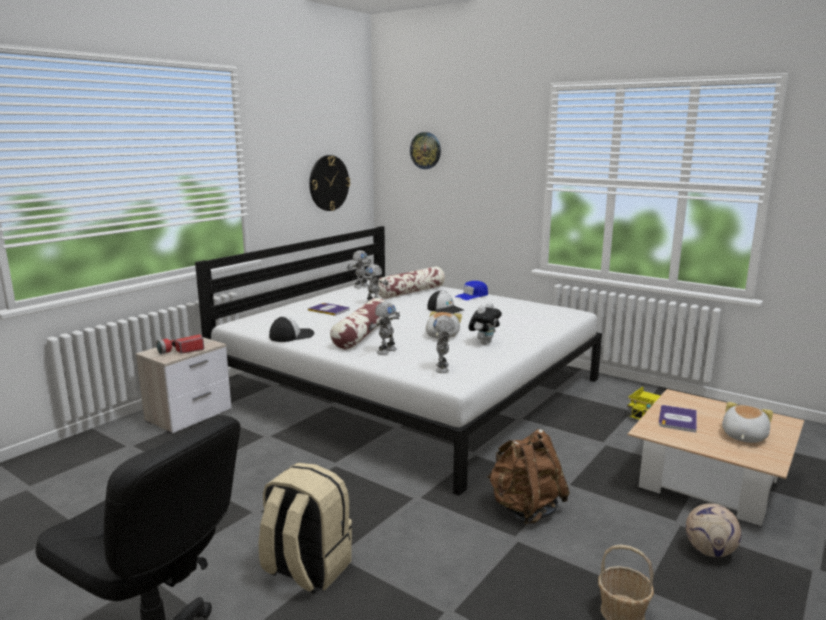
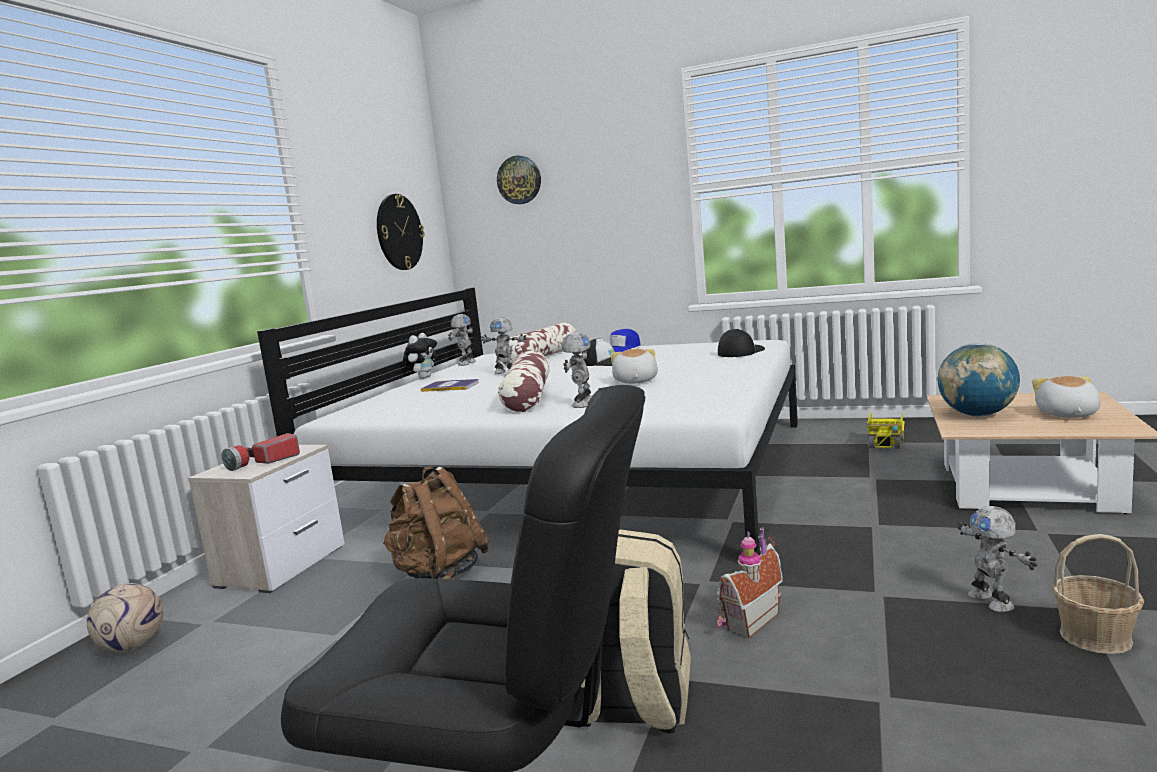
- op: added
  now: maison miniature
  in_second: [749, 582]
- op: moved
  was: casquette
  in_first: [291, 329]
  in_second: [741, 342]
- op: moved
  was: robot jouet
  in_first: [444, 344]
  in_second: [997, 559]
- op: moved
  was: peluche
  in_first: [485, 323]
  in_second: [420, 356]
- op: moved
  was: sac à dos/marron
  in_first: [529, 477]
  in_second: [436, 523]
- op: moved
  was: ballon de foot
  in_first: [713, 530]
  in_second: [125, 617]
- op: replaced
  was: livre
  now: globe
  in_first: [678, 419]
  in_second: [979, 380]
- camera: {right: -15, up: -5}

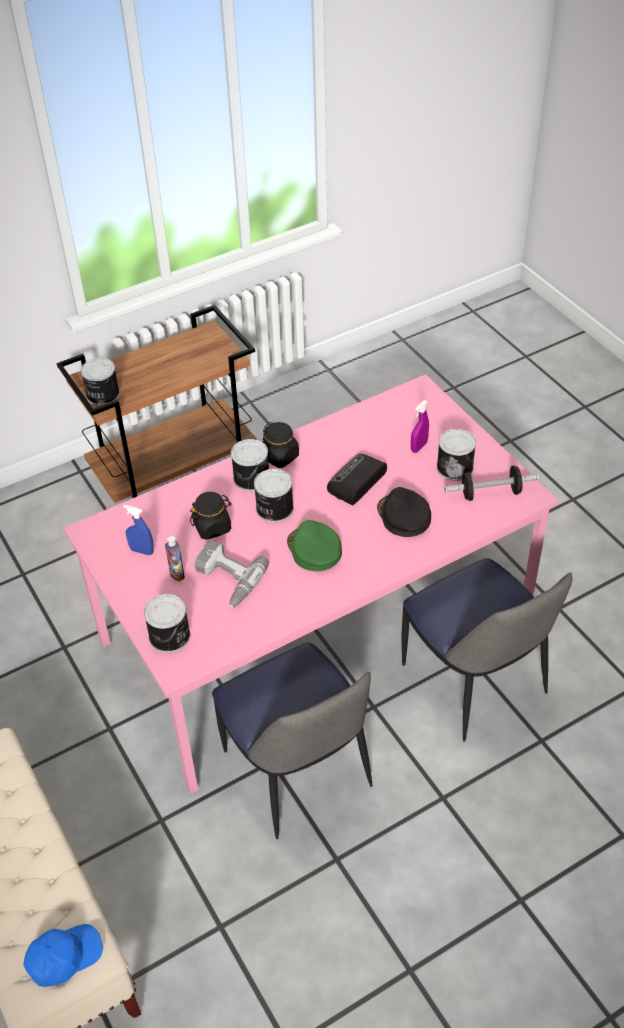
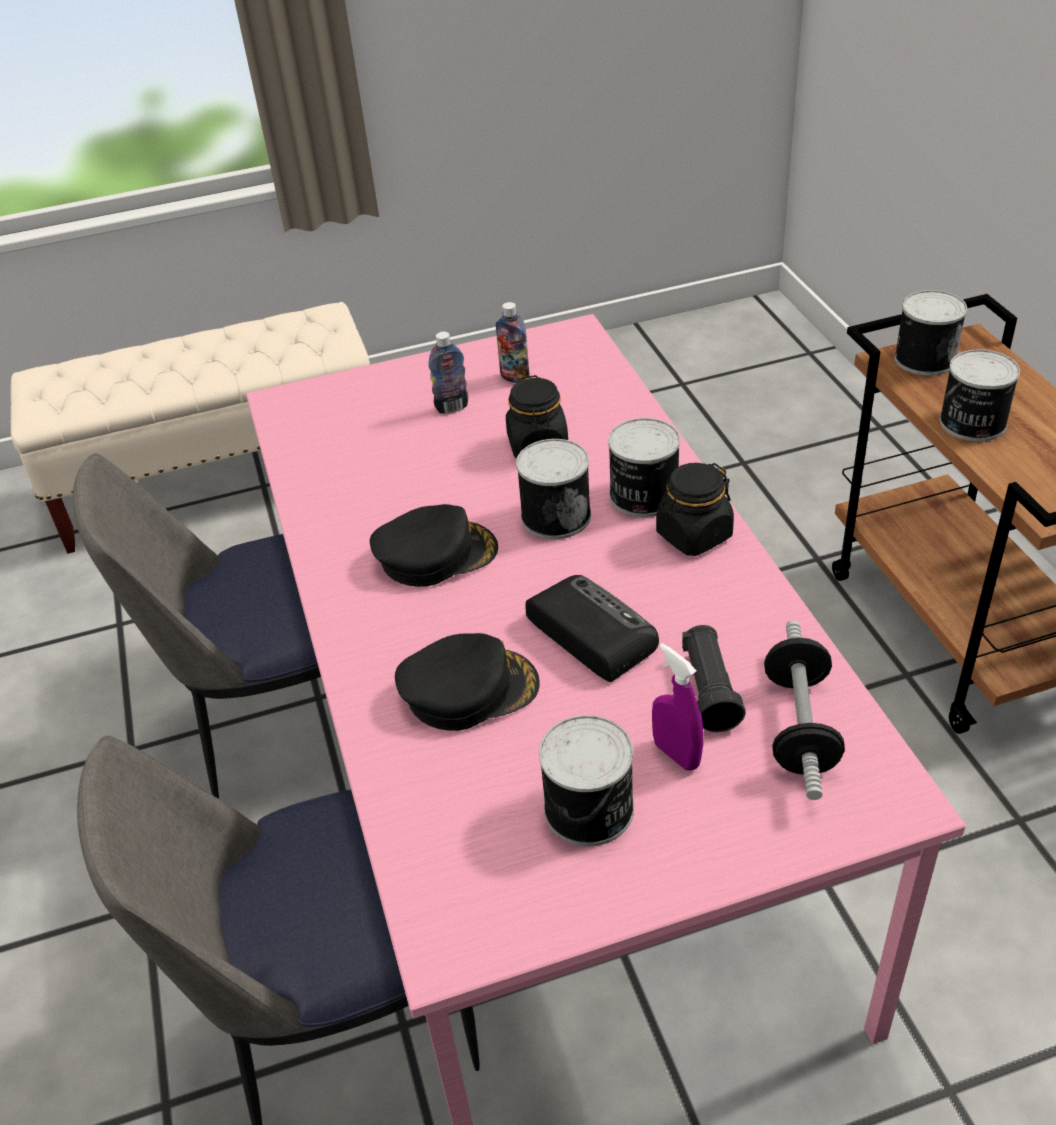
- op: removed
  was: casquette/bleu
  in_first: [63, 955]
- op: removed
  was: perceuse
  in_first: [232, 574]
- op: added
  now: lampe de poche/noir
  in_second: [714, 678]
- op: moved
  was: boîte métallique
  in_first: [167, 623]
  in_second: [979, 396]
- op: moved
  was: haltère
  in_first: [492, 483]
  in_second: [804, 710]
- op: replaced
  was: vaporisateur/bleu
  now: bouteille
  in_first: [138, 530]
  in_second: [513, 342]
- op: recoloured
  was: casquette/vert
  now: casquette/noir
  in_first: [314, 545]
  in_second: [434, 545]
- camera: {right: 105, up: -5}

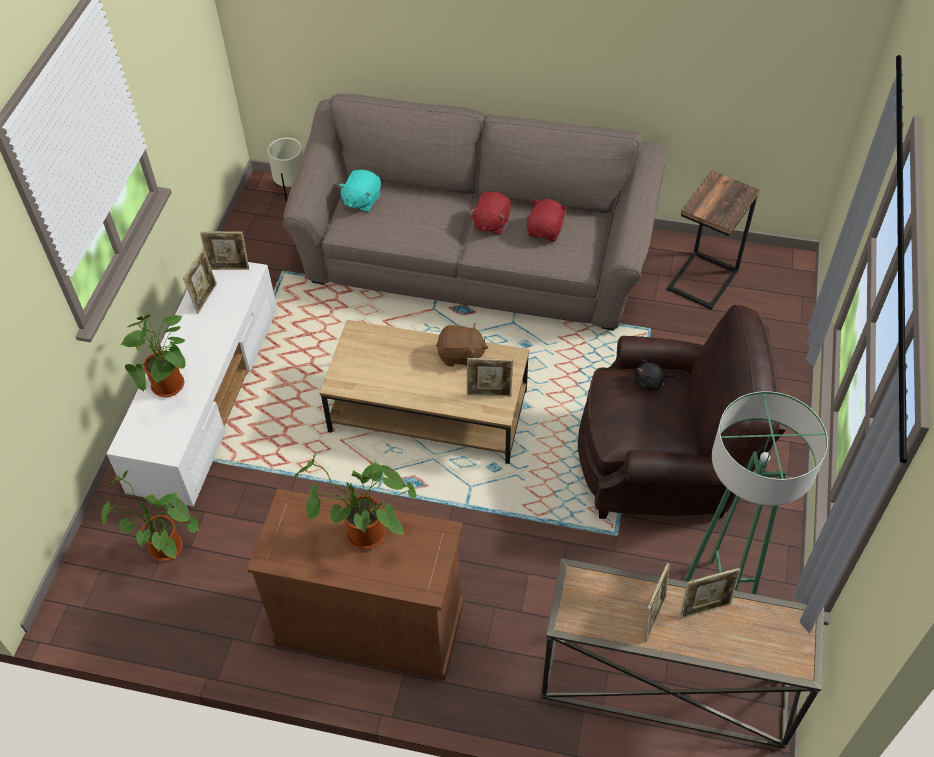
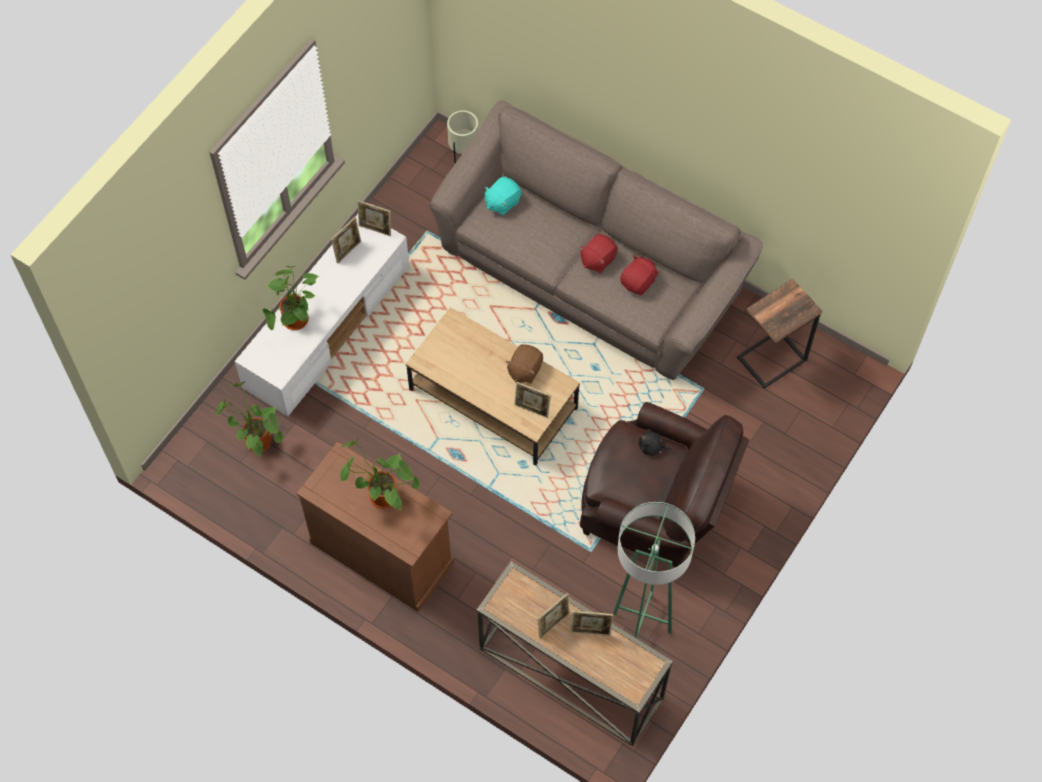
- op: turned
  was: peluche/marron
  in_first: [462, 344]
  in_second: [524, 363]
  clockwise: 90
- camera: {right: 20, up: 10}

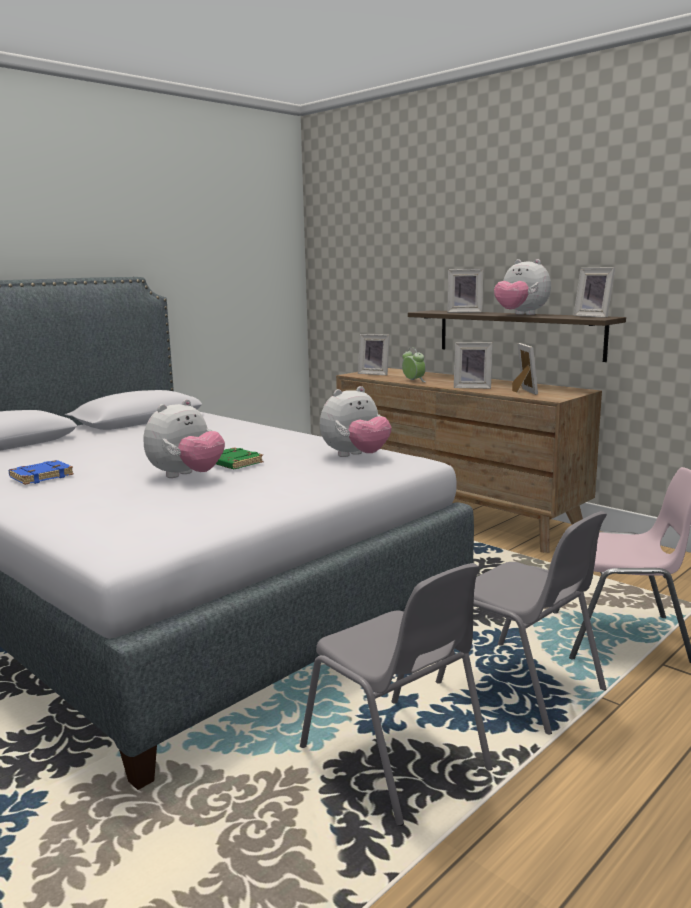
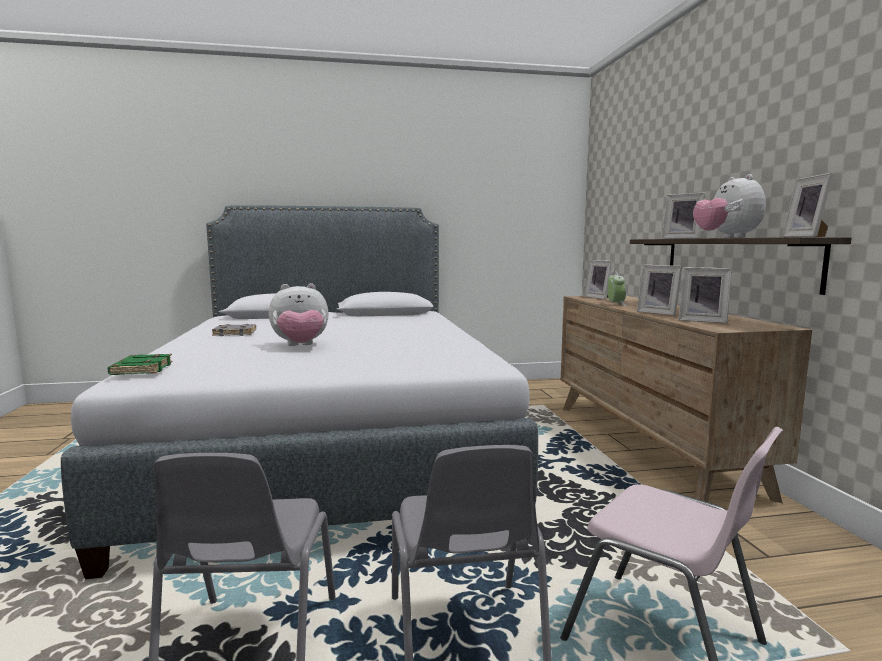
- op: removed
  was: peluche
  in_first: [356, 421]
- op: moved
  was: livre/vert
  in_first: [240, 458]
  in_second: [140, 364]
- op: recoloured
  was: livre/bleu
  now: livre/gris
  in_first: [41, 472]
  in_second: [234, 330]
- op: turned
  was: cadre photo
  in_first: [525, 369]
  in_second: [705, 295]
  clockwise: 90
- camera: {right: 35, up: -5}

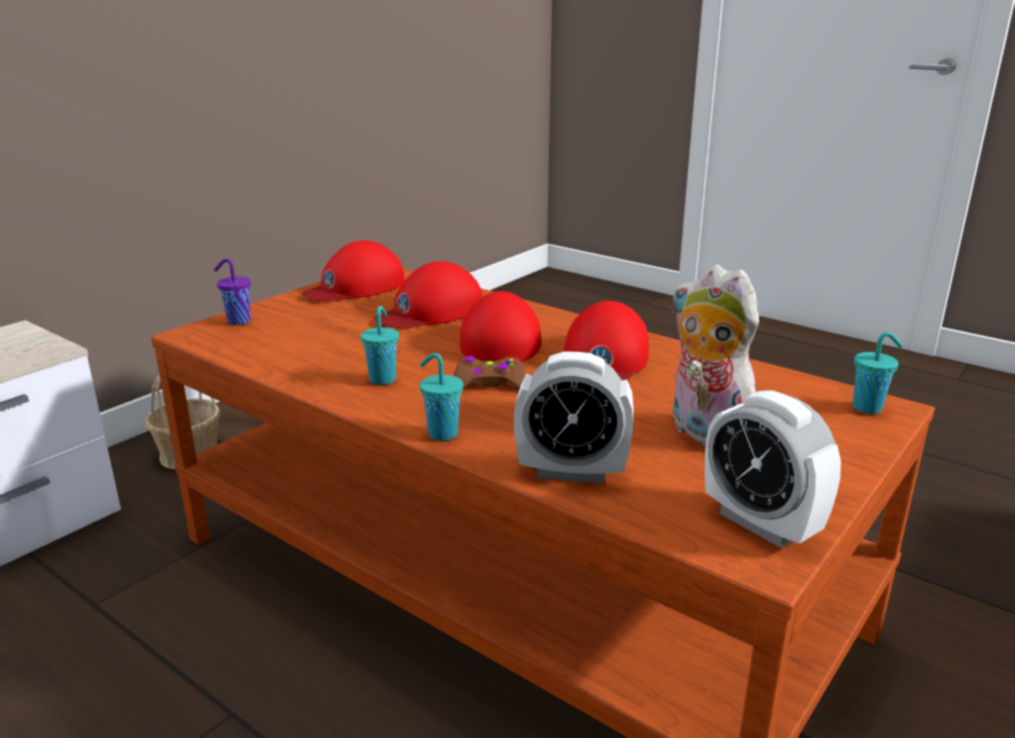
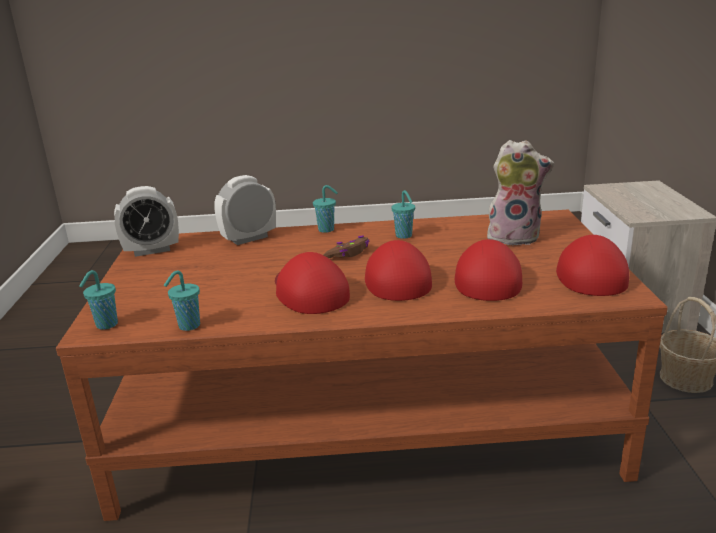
- op: removed
  was: tasse/violet
  in_first: [232, 291]
- op: added
  now: tasse/turquoise
  in_second: [182, 300]
- op: moved
  was: peluche
  in_first: [715, 355]
  in_second: [520, 193]
- op: turned
  was: casquette/rouge
  in_first: [501, 326]
  in_second: [398, 270]
  clockwise: -150
- op: turned
  was: réveil
  in_first: [773, 469]
  in_second: [146, 221]
  clockwise: 150
- camera: {right: 140, up: 0}

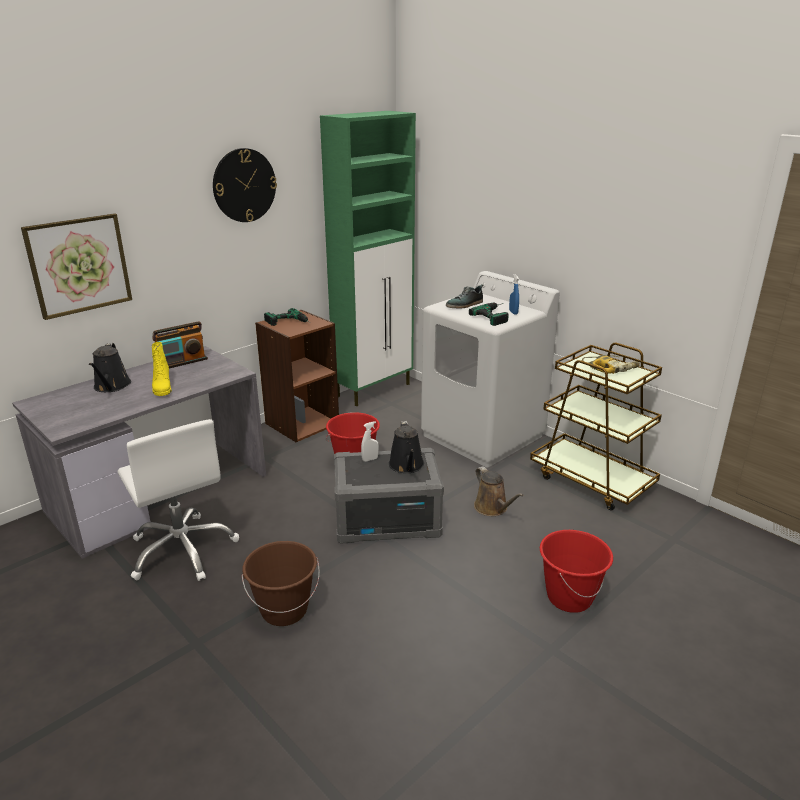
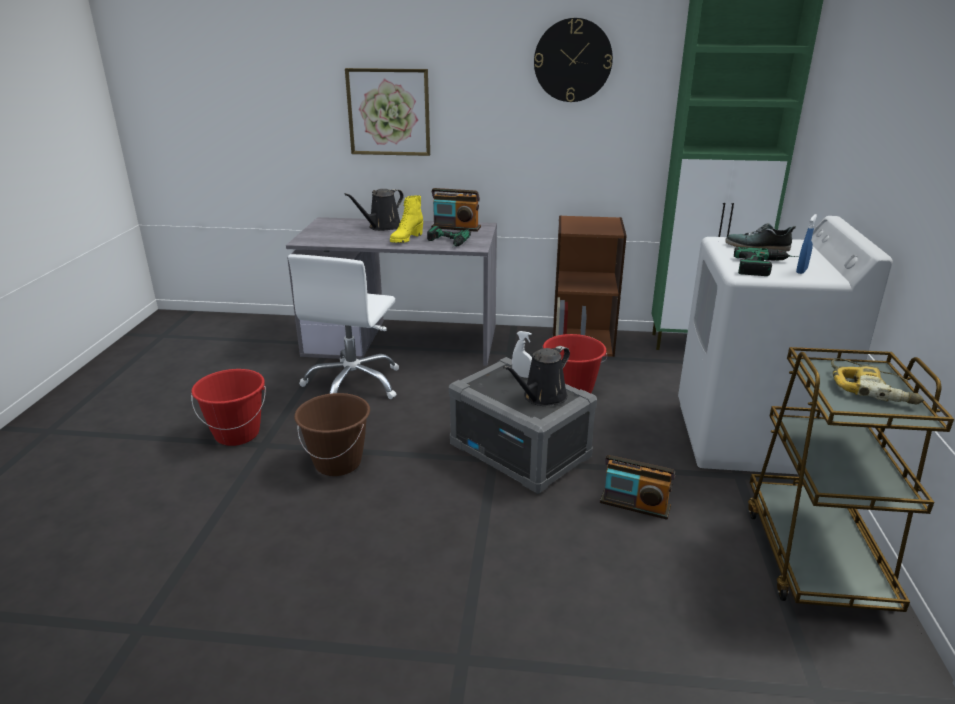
- op: moved
  was: perceuse
  in_first: [287, 317]
  in_second: [449, 236]
- op: moved
  was: seau/rouge
  in_first: [576, 571]
  in_second: [228, 407]
- op: replaced
  was: arrosoir/marron
  now: radio
  in_first: [499, 491]
  in_second: [637, 487]
- camera: {right: 50, up: 0}

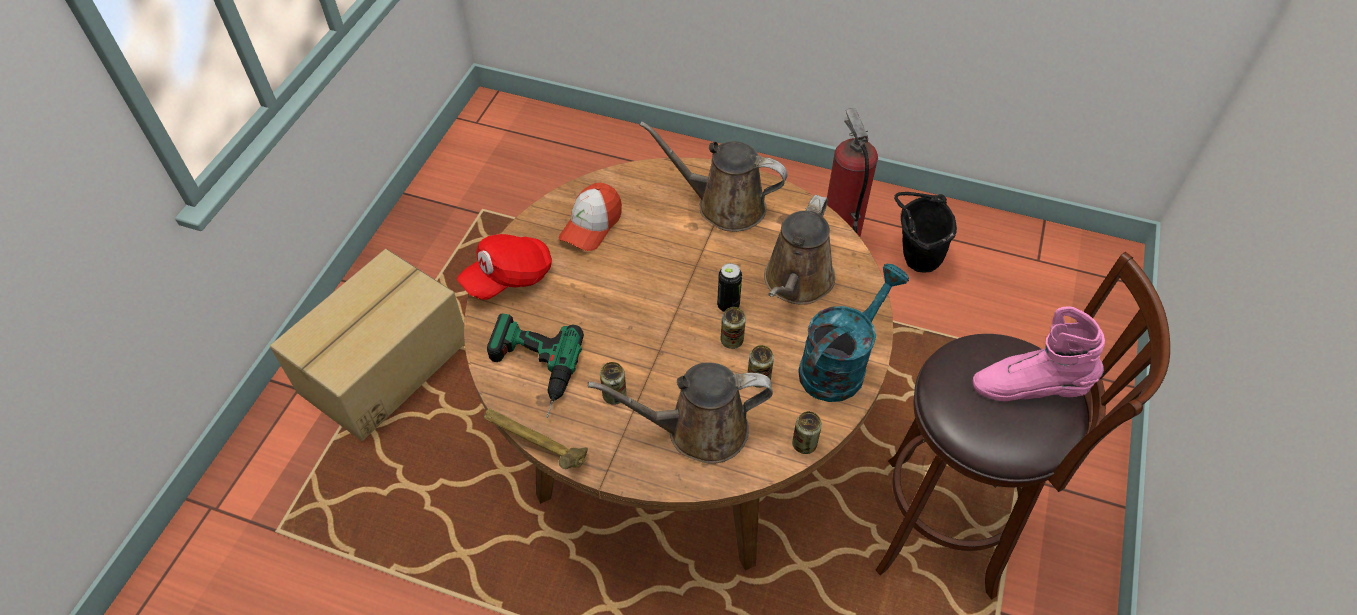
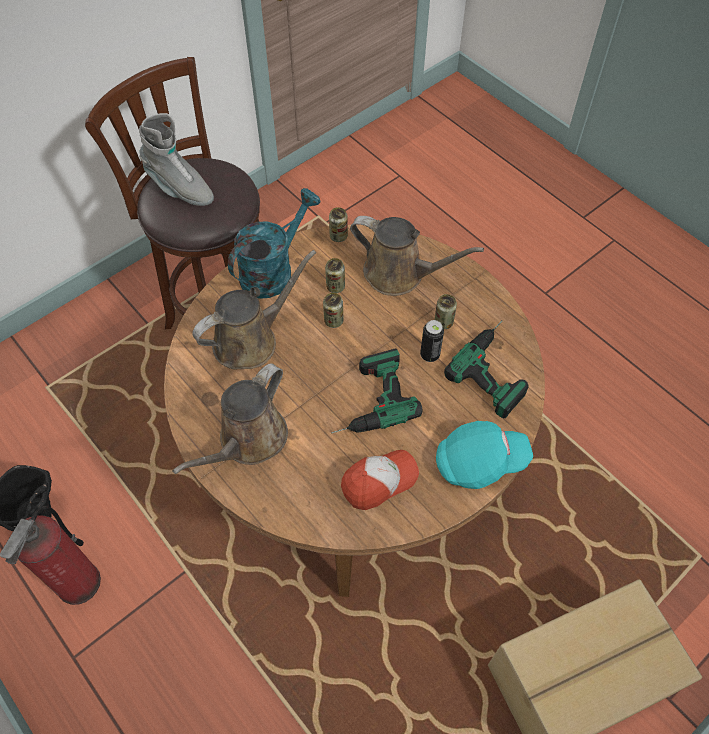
- op: removed
  was: marteau
  in_first: [536, 439]
- op: added
  now: perceuse
  in_second: [377, 390]
- op: moved
  was: boîte métallique
  in_first: [729, 287]
  in_second: [432, 341]
- op: recoloured
  was: casquette/rouge
  now: casquette/turquoise
  in_first: [504, 267]
  in_second: [484, 455]
- op: recoloured
  was: botte/rose
  now: botte/gris
  in_first: [1039, 353]
  in_second: [176, 159]
- op: turned
  was: arrosoir/marron
  in_first: [714, 176]
  in_second: [230, 418]
  clockwise: 75
- op: turned
  was: arrosoir/turquoise
  in_first: [853, 333]
  in_second: [274, 243]
  clockwise: 150
- camera: {right: -150, up: 5}

